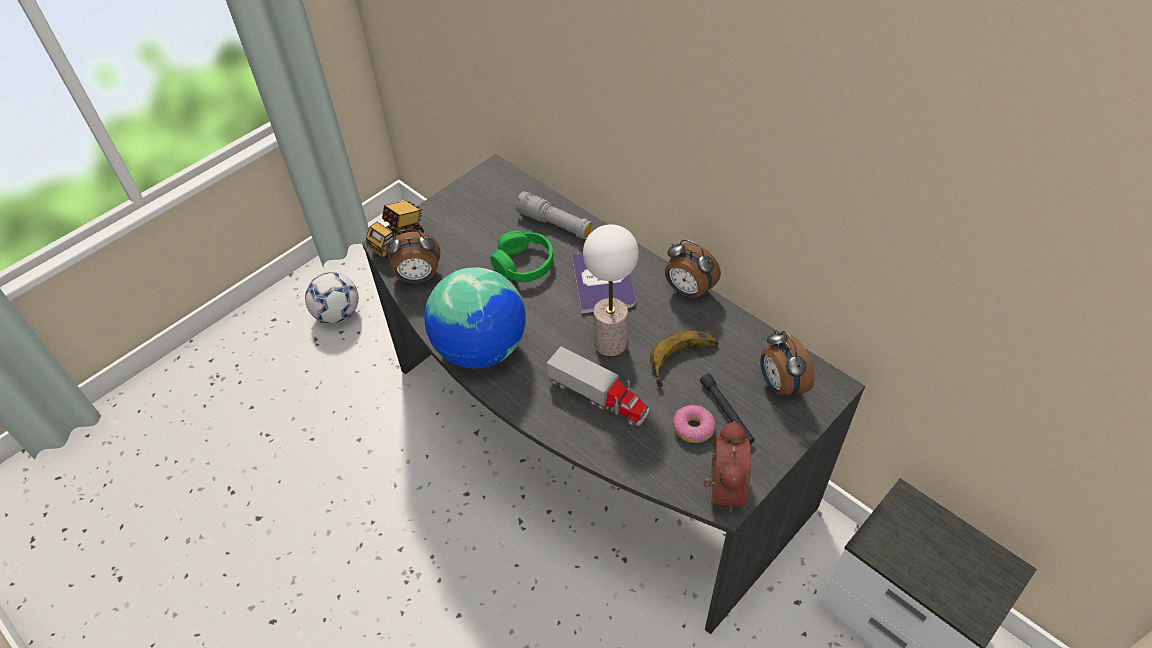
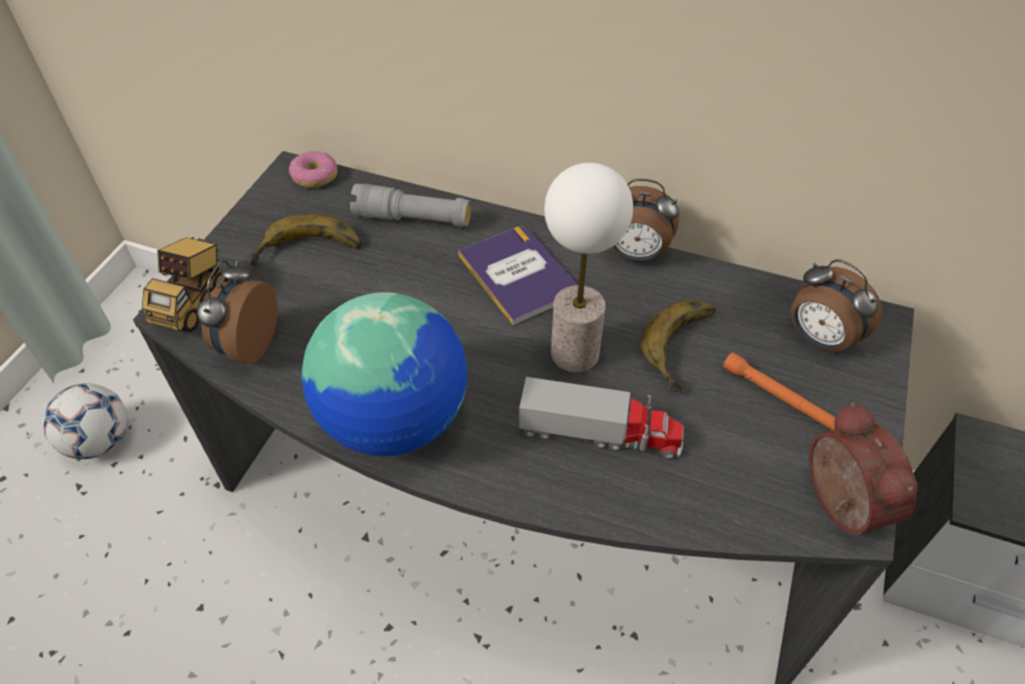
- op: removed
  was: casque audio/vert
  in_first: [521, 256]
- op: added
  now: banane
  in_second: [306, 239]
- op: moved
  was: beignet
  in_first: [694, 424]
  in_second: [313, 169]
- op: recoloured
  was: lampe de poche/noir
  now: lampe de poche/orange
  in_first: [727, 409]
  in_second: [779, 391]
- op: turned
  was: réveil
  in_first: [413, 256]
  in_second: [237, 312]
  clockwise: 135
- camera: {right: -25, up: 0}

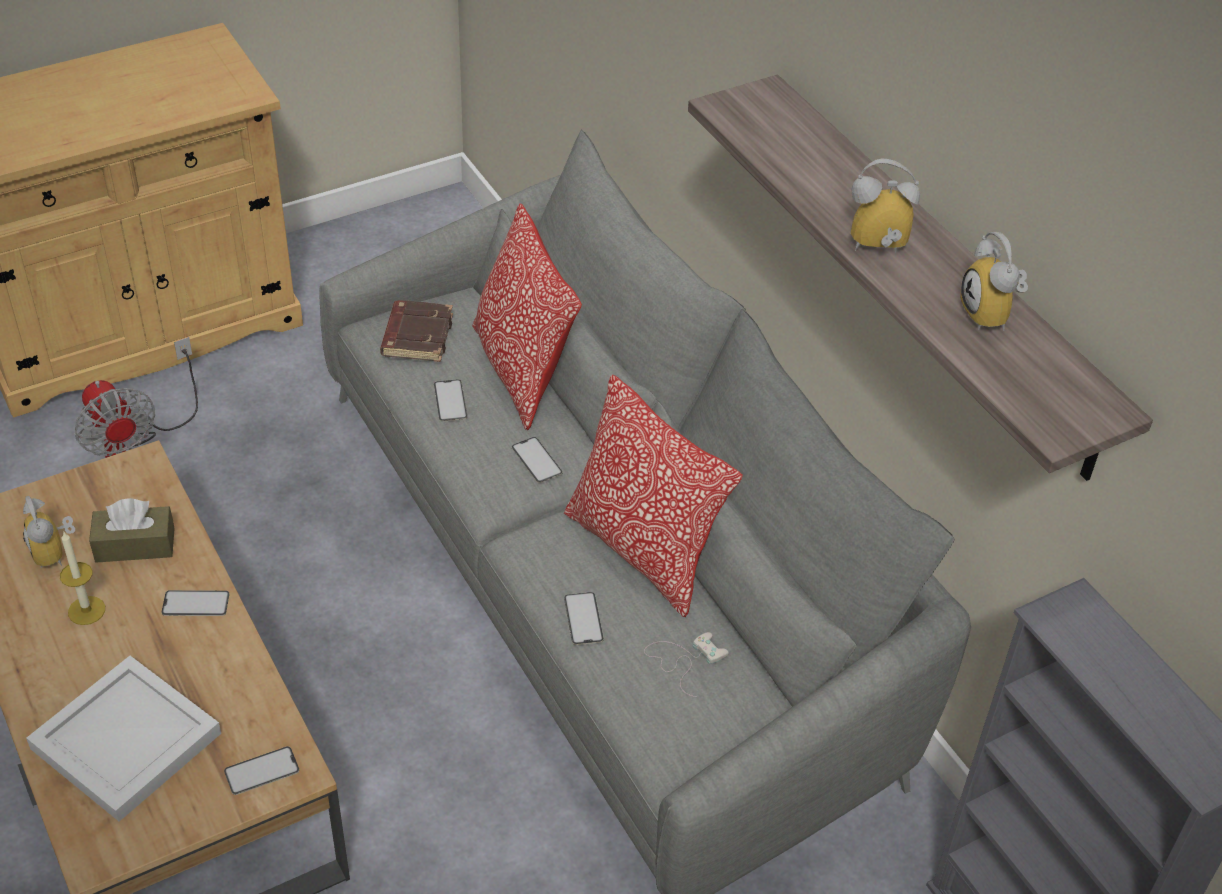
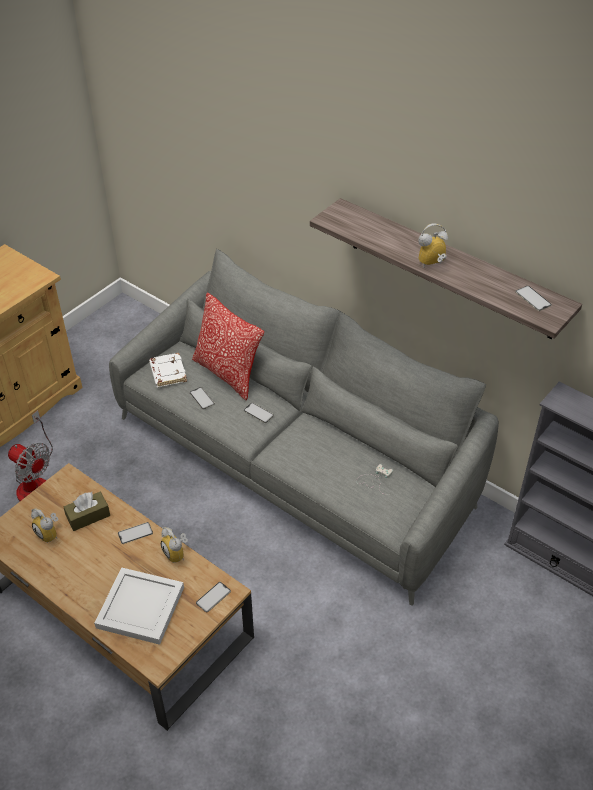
- op: removed
  was: bougie
  in_first: [82, 578]
- op: removed
  was: coussin
  in_first: [653, 496]
- op: moved
  was: téléphone
  in_first: [584, 618]
  in_second: [533, 298]
- op: moved
  was: réveil
  in_first: [994, 281]
  in_second: [174, 545]
- op: recoloured
  was: livre/marron
  now: livre/blanc
  in_first: [416, 331]
  in_second: [168, 370]
- camera: {right: -20, up: 0}

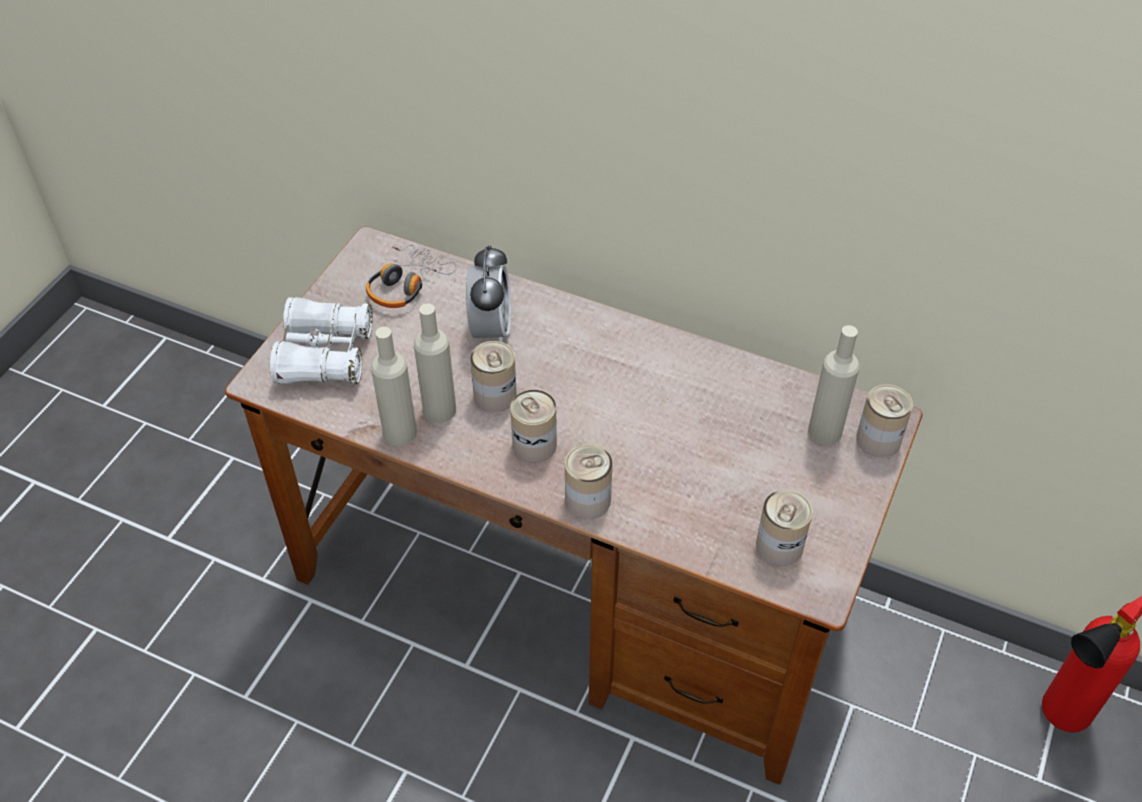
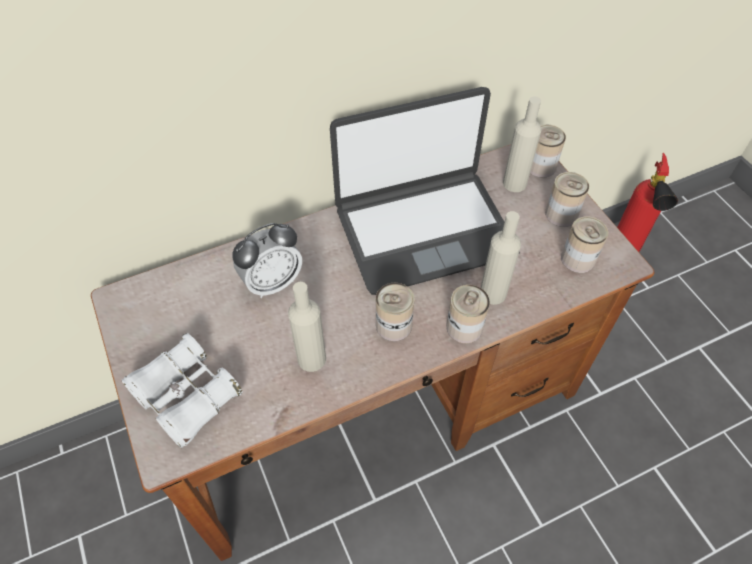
- op: removed
  was: casque audio
  in_first: [411, 276]
- op: added
  now: ordinateur portable
  in_second: [425, 191]
- op: moved
  was: bouteille/beige
  in_first: [394, 386]
  in_second: [500, 258]
- op: moved
  was: boîte métallique
  in_first: [493, 376]
  in_second: [567, 199]
- op: turned
  was: réveil
  in_first: [488, 293]
  in_second: [267, 260]
  clockwise: 105
- camera: {right: -50, up: 5}

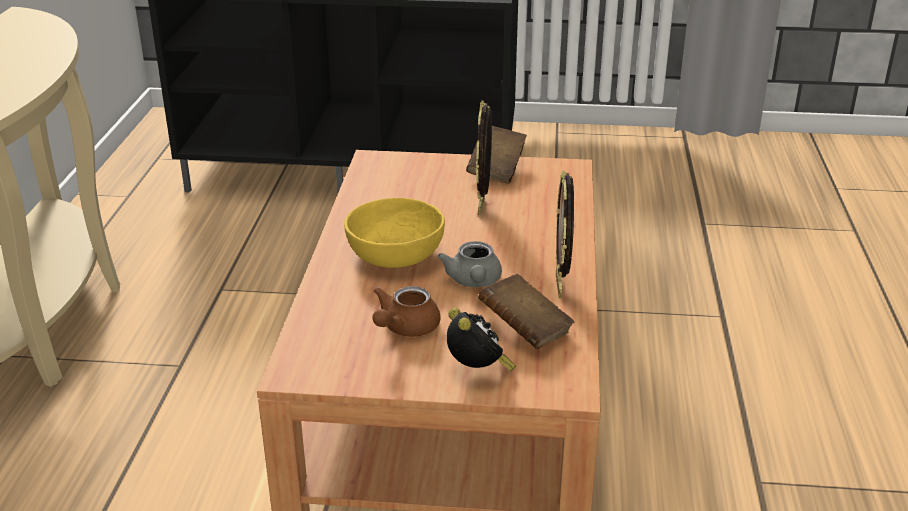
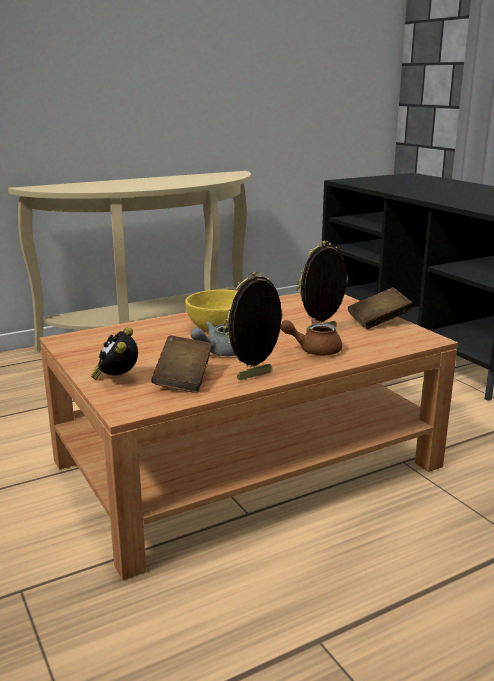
- op: moved
  was: théière/marron
  in_first: [406, 311]
  in_second: [311, 336]
- op: turned
  was: réveil
  in_first: [481, 339]
  in_second: [114, 353]
  clockwise: 150
- camera: {right: 55, up: -10}

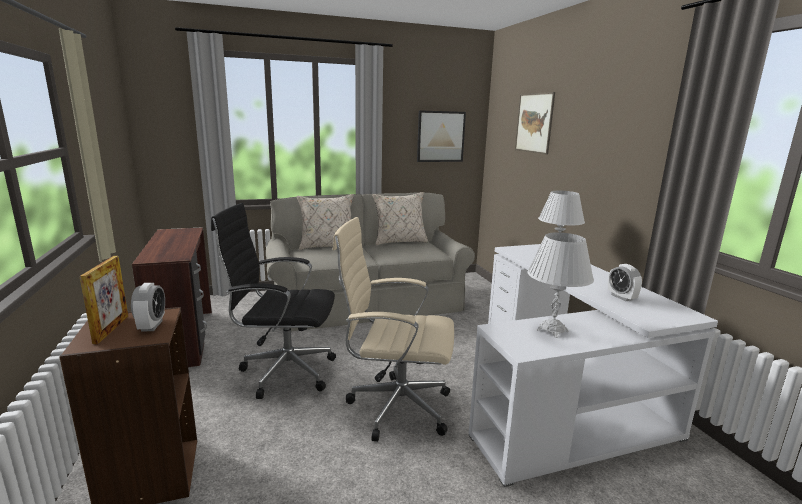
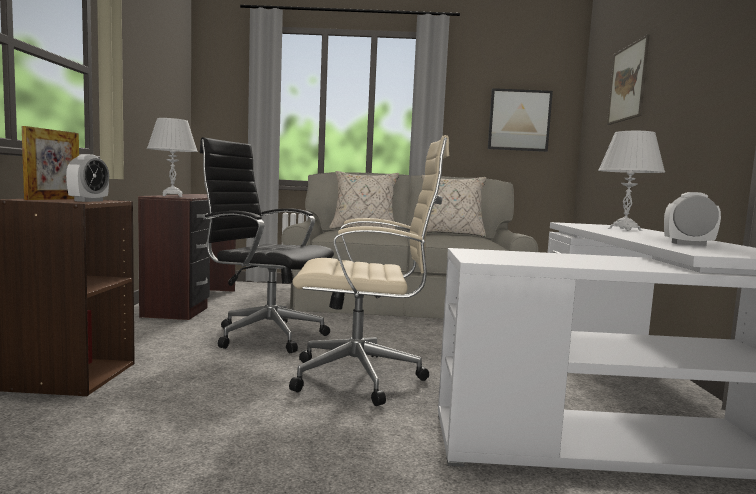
- op: moved
  was: lampe de table/blanc
  in_first: [560, 285]
  in_second: [172, 157]
- op: turned
  was: chaise de bureau/beige
  in_first: [393, 329]
  in_second: [369, 270]
  clockwise: 150
- op: turned
  was: réveil
  in_first: [625, 282]
  in_second: [692, 219]
  clockwise: 105
- camera: {right: 20, up: -10}

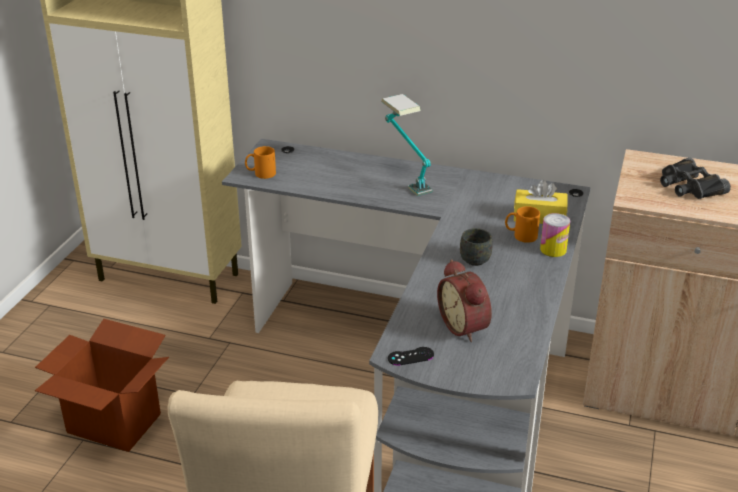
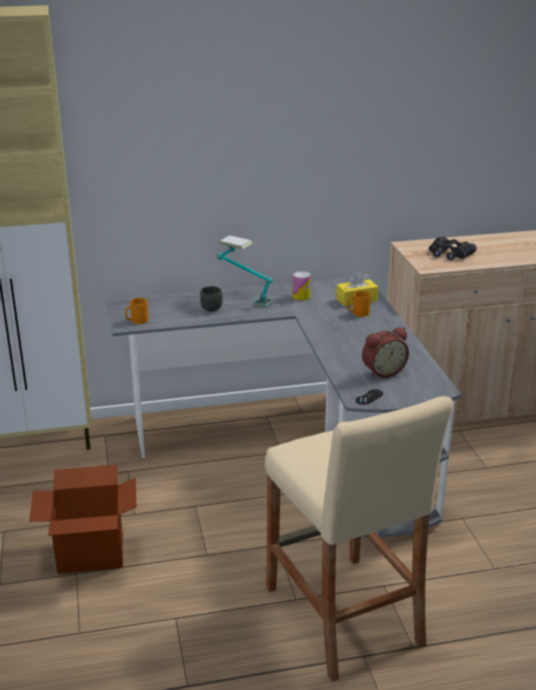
- op: moved
  was: mug/gris
  in_first: [476, 247]
  in_second: [211, 299]
- op: moved
  was: boîte métallique
  in_first: [555, 235]
  in_second: [301, 285]
- op: turned
  was: réveil
  in_first: [464, 300]
  in_second: [385, 352]
  clockwise: -60
- camera: {right: -30, up: -5}

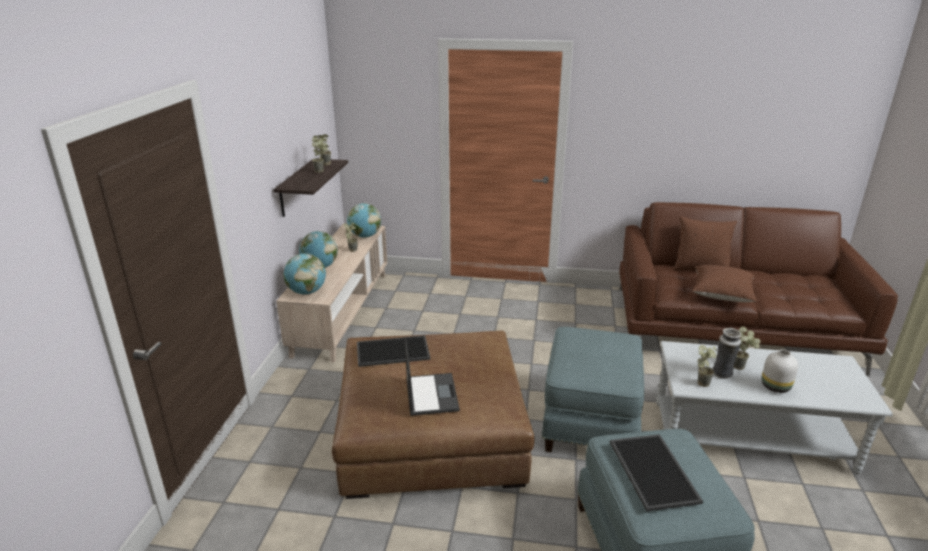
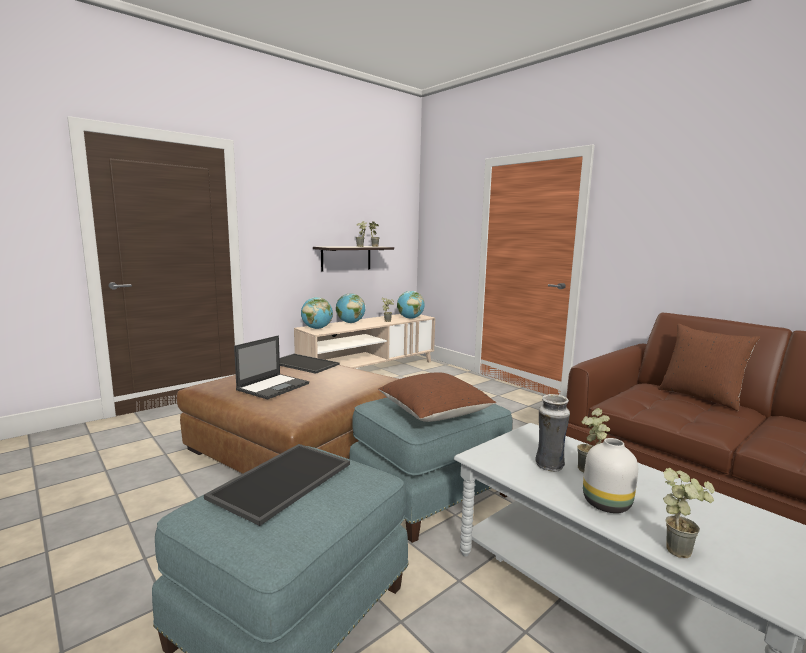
- op: moved
  was: coussin/marron
  in_first: [724, 283]
  in_second: [437, 397]
- op: moved
  was: plante en pot
  in_first: [707, 366]
  in_second: [689, 513]
- camera: {right: 40, up: -15}

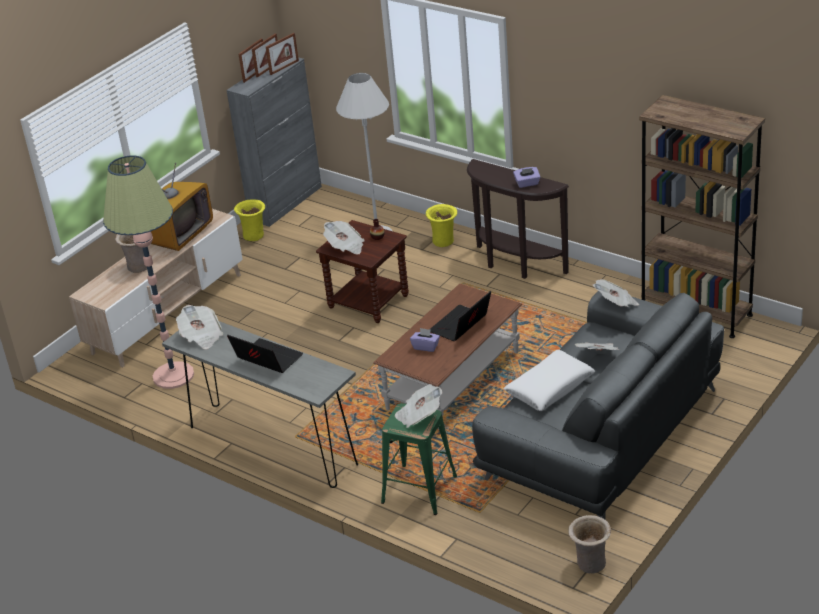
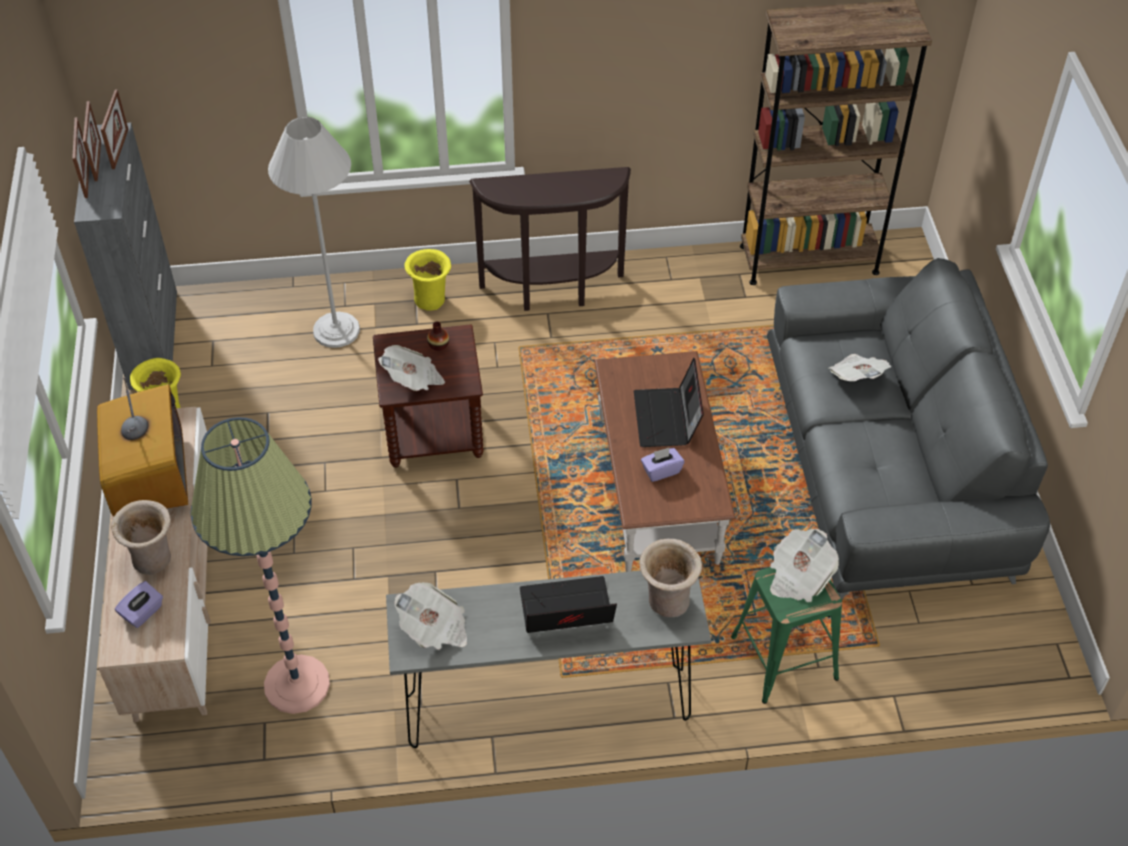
- op: removed
  was: coussin/blanc
  in_first: [549, 380]
- op: removed
  was: journal
  in_first: [616, 293]
- op: moved
  was: boîte à mouchoirs/violet
  in_first: [526, 177]
  in_second: [139, 604]
- op: moved
  was: vase/beige
  in_first: [589, 544]
  in_second: [670, 578]
- camera: {right: -45, up: 15}

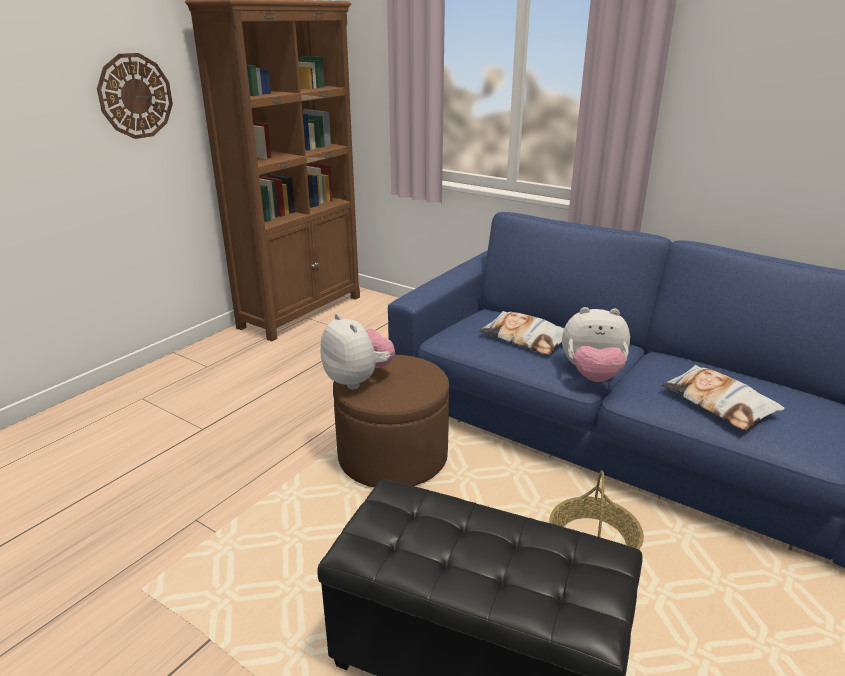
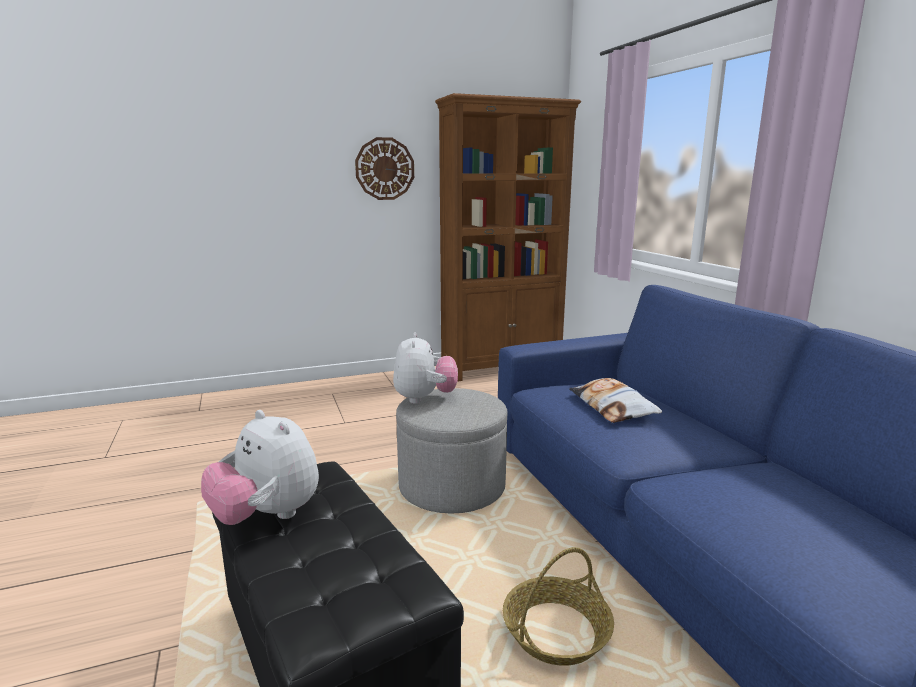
- op: removed
  was: coussin
  in_first: [723, 397]
- op: moved
  was: peluche
  in_first: [596, 344]
  in_second: [260, 467]
- op: recoloured
  was: pouf/marron
  now: pouf/gris
  in_first: [391, 421]
  in_second: [451, 451]
- camera: {right: 35, up: -10}

